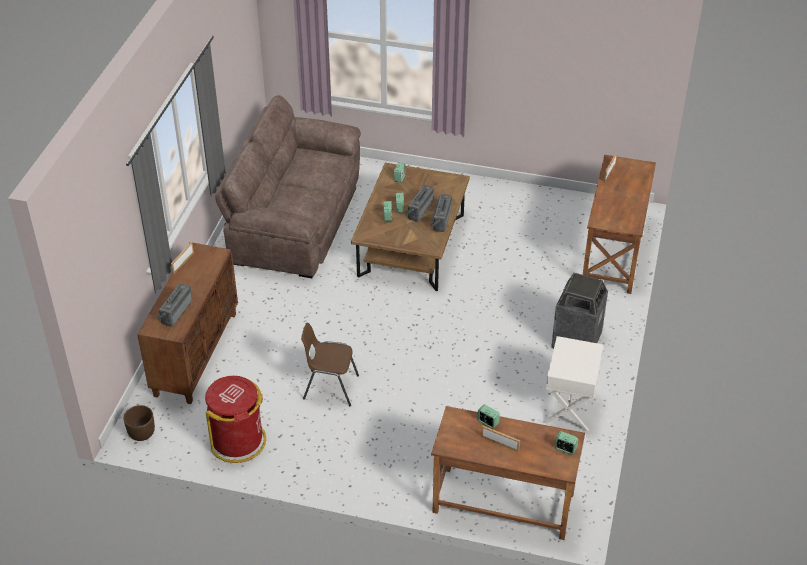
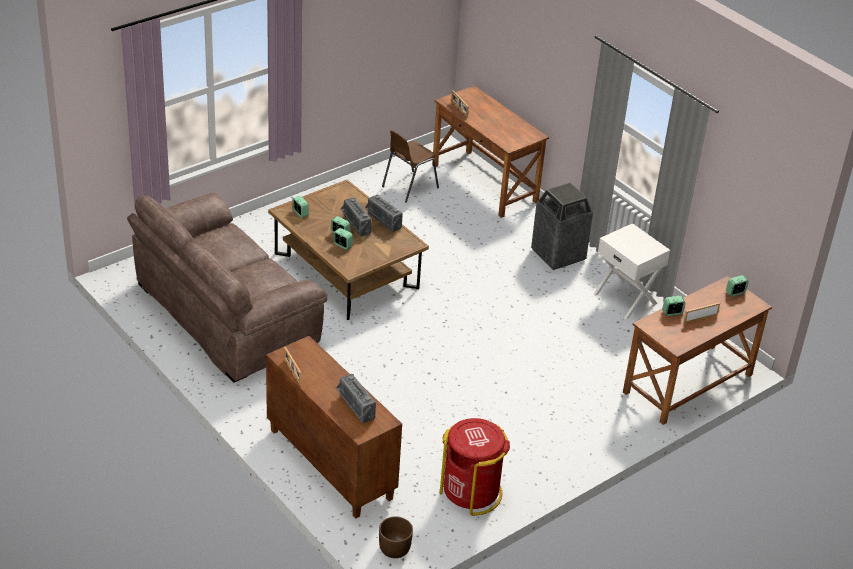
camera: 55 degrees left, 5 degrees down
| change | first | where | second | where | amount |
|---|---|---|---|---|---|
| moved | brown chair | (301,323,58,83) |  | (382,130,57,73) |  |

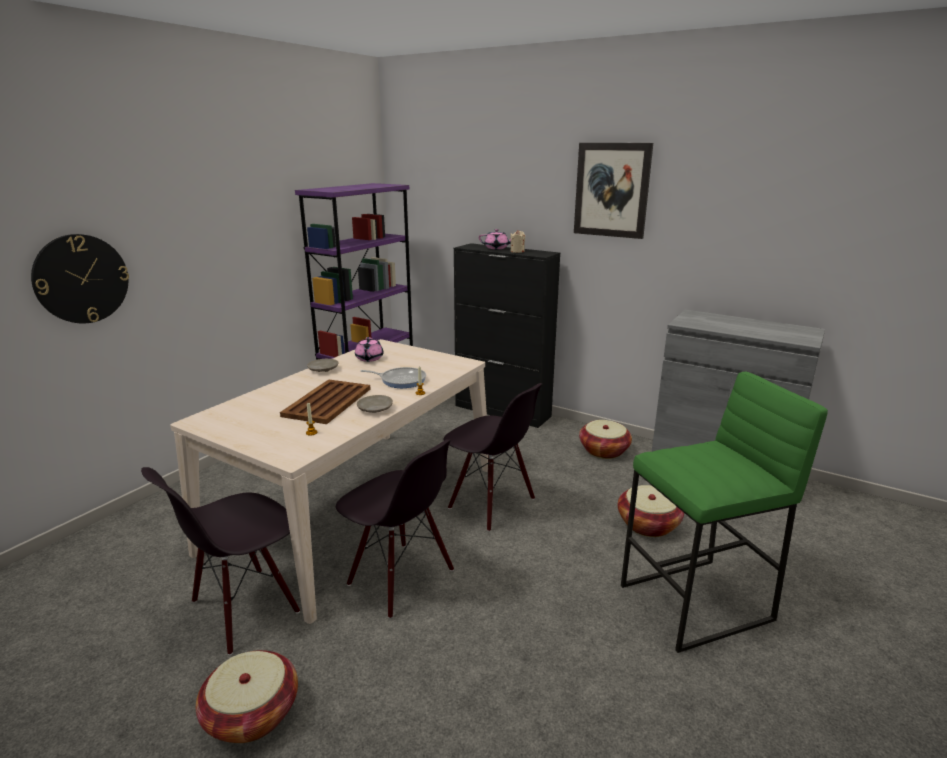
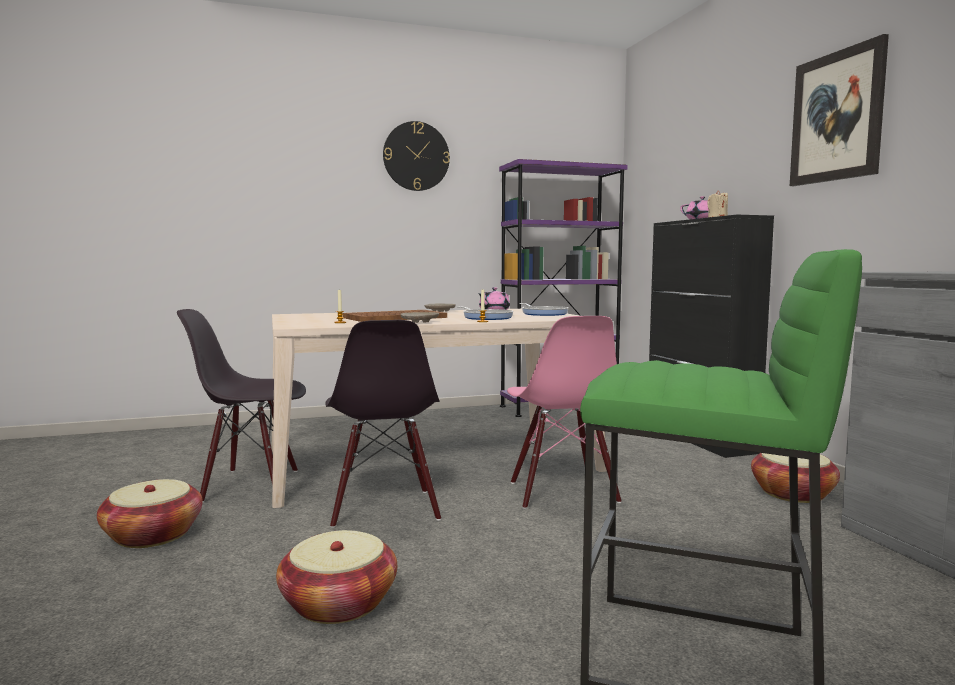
camera: 40 degrees right, 15 degrees down
| change | first | where | second | where | amount |
|---|---|---|---|---|---|
| added |  |  | frying pan | (519,303,50,13) |  |
| moved | wall clock | (31,234,98,89) |  | (383,121,67,70) |  |
| moved | basket | (618,485,66,52) |  | (276,530,121,94) |  |
| recoloured | black chair | (443,383,100,149) | pink chair | (507,316,114,193) |  |

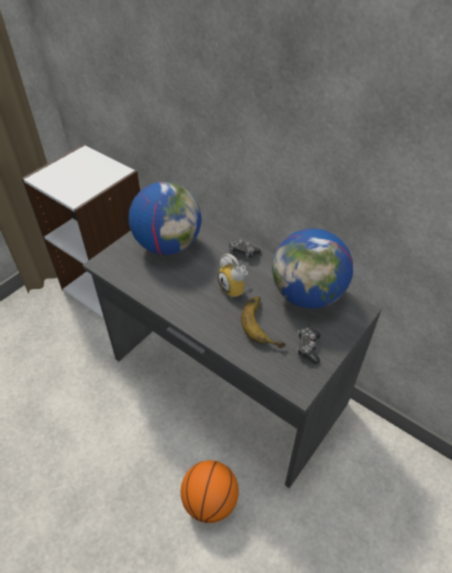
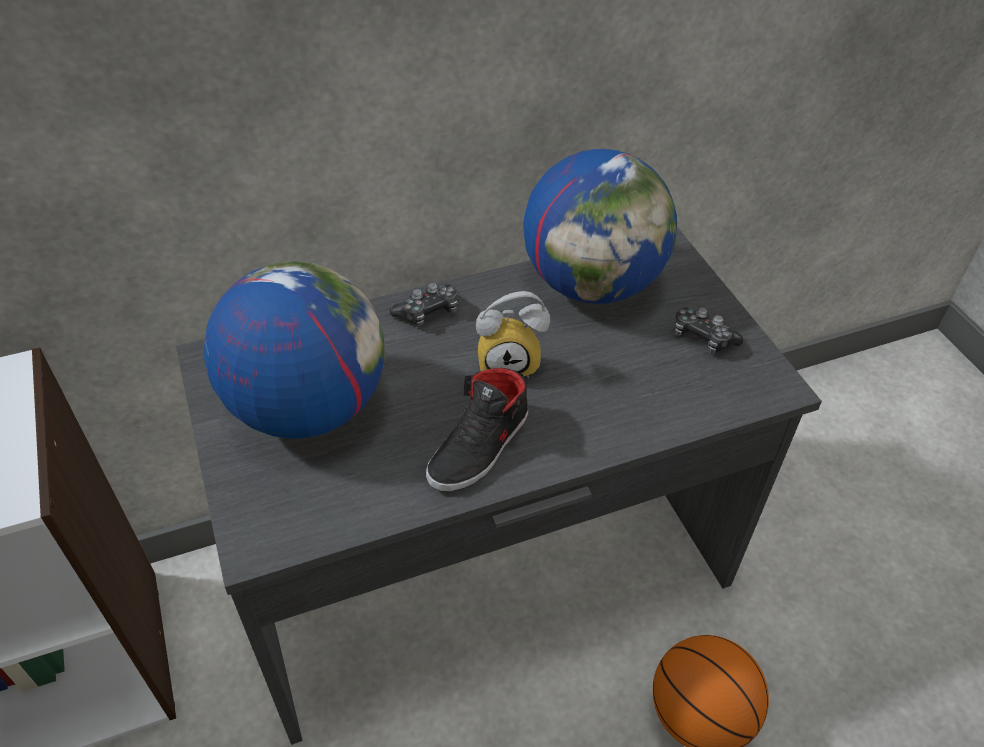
camera: 60 degrees left, 0 degrees up
| change | first | where | second | where | amount |
|---|---|---|---|---|---|
| removed | banana | (241,297,45,51) |  |  |  |
| added |  |  | black shoe | (426,368,102,123) |  |

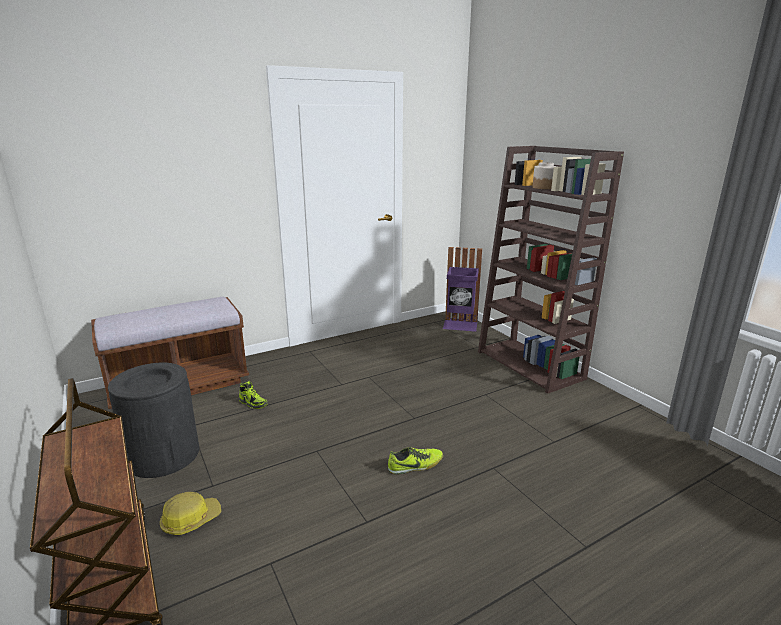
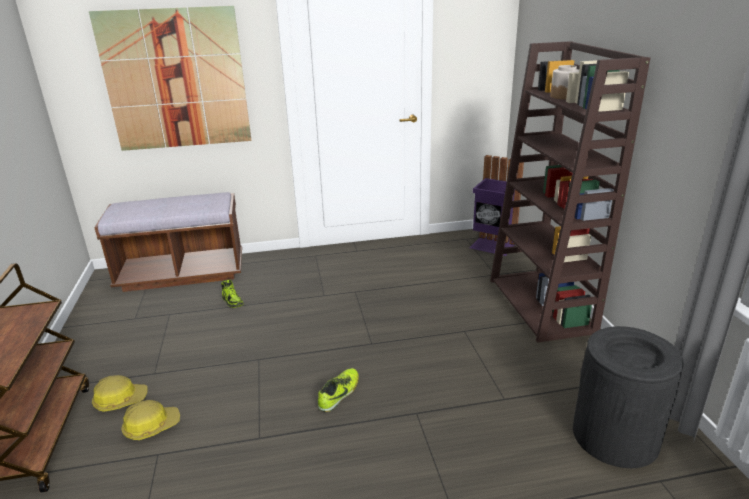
camera: 20 degrees right, 5 degrees up
| change | first | where | second | where | amount |
|---|---|---|---|---|---|
| added |  |  | picture | (89,6,163,145) |  |
| added |  |  | hard hat | (121,400,59,40) |  |
| moved | black trash can | (108,363,91,115) |  | (573,326,111,142) |  |
| turned | shoe | (388,447,55,28) |  | (318,368,41,44) | 60 degrees counterclockwise |

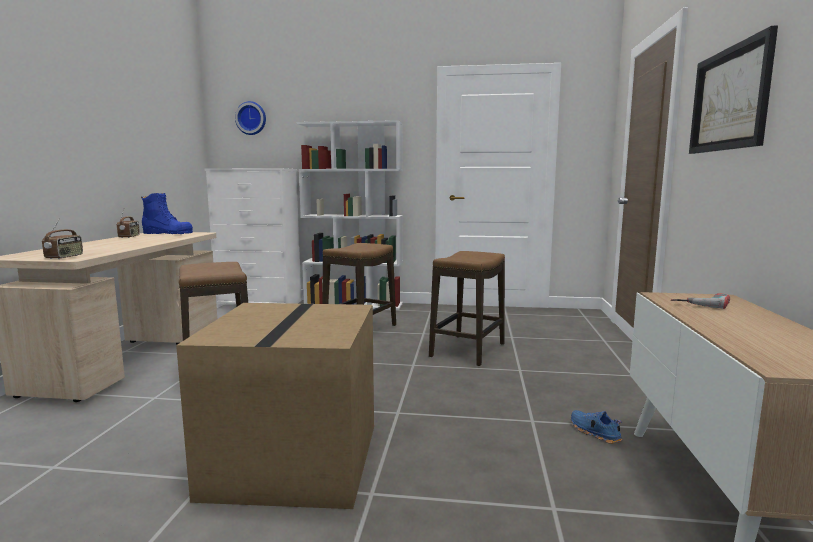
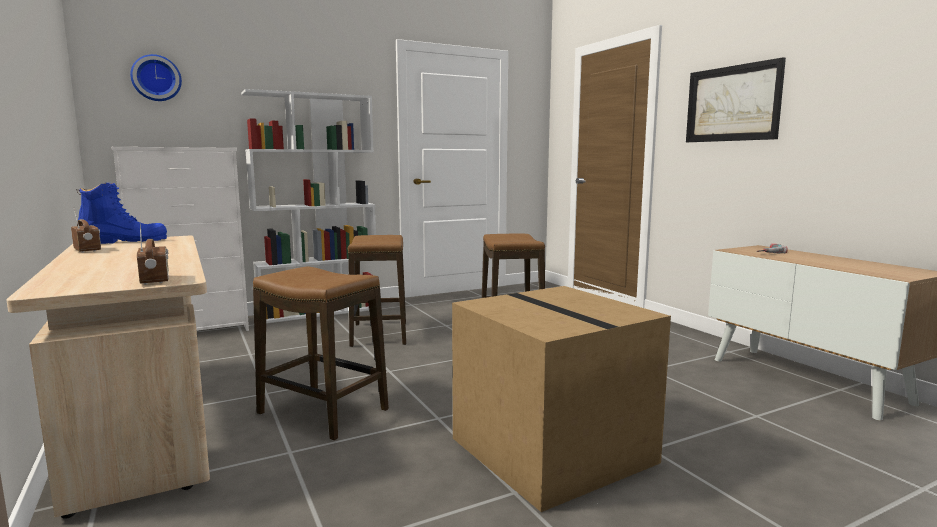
camera: 35 degrees left, 0 degrees up
| change | first | where | second | where | amount |
|---|---|---|---|---|---|
| removed | blue shoe | (571,410,51,34) |  |  |  |

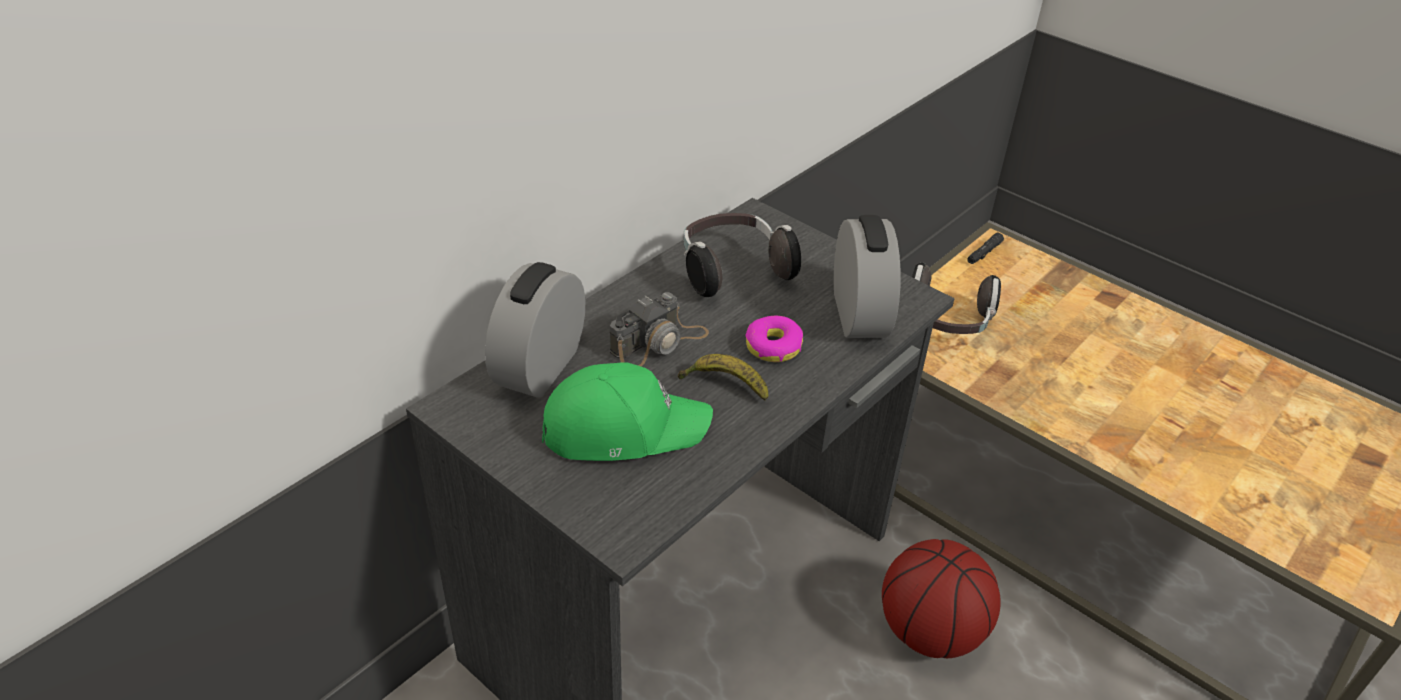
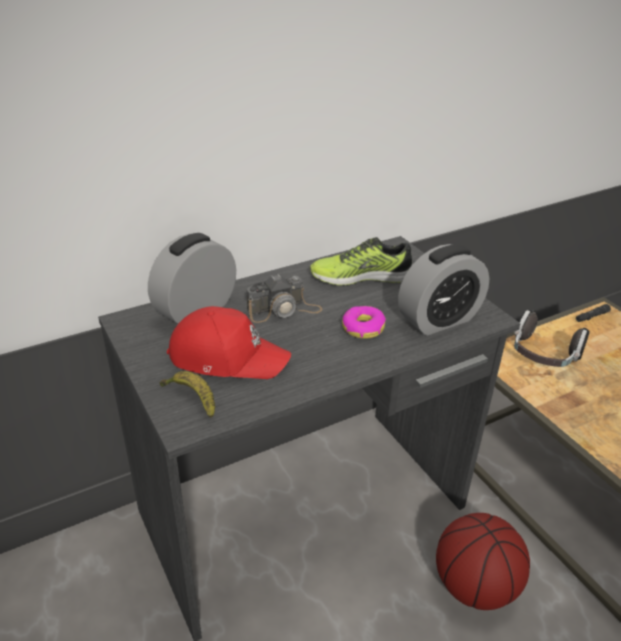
camera: 20 degrees right, 5 degrees down
| change | first | where | second | where | amount |
|---|---|---|---|---|---|
| moved | banana | (678,354,90,47) |  | (159,371,56,47) |  |
| replaced | headphones | (684,213,117,84) | shoe | (310,237,103,49) |  |
| recoloured | green cap | (542,362,171,99) | red cap | (167,306,124,73) |  |
| turned | alarm clock | (834,215,67,123) |  | (398,244,92,91) | 45 degrees clockwise |

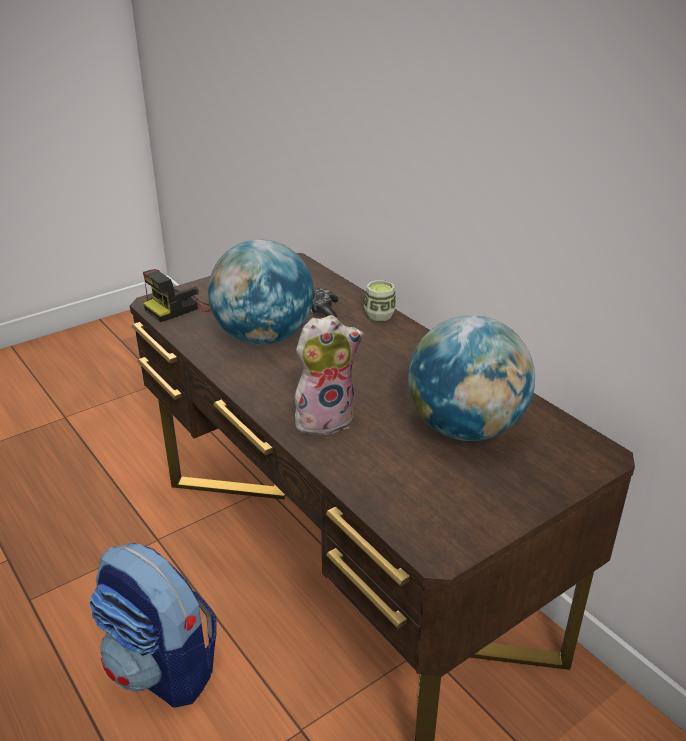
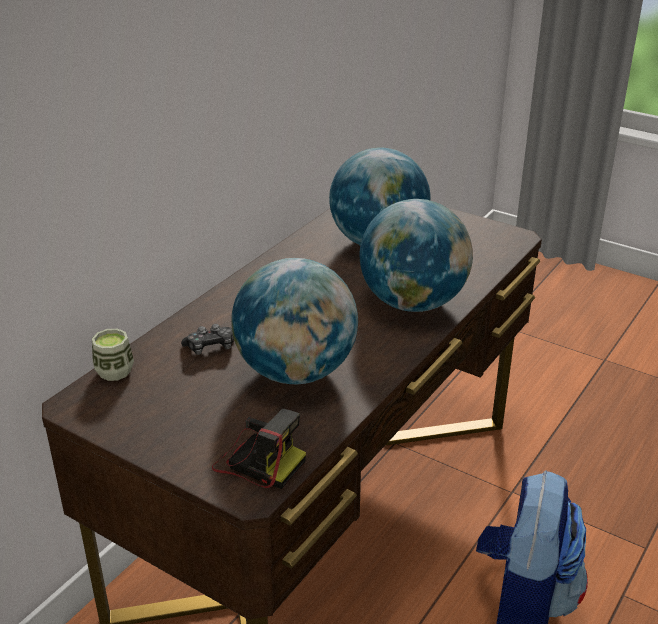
camera: 110 degrees left, 0 degrees up
| change | first | where | second | where | amount |
|---|---|---|---|---|---|
| moved | cup | (364,280,32,41) |  | (92,329,42,52) |  |
| replaced | plush toy | (295,315,69,123) | globe | (360,199,113,113) |  |

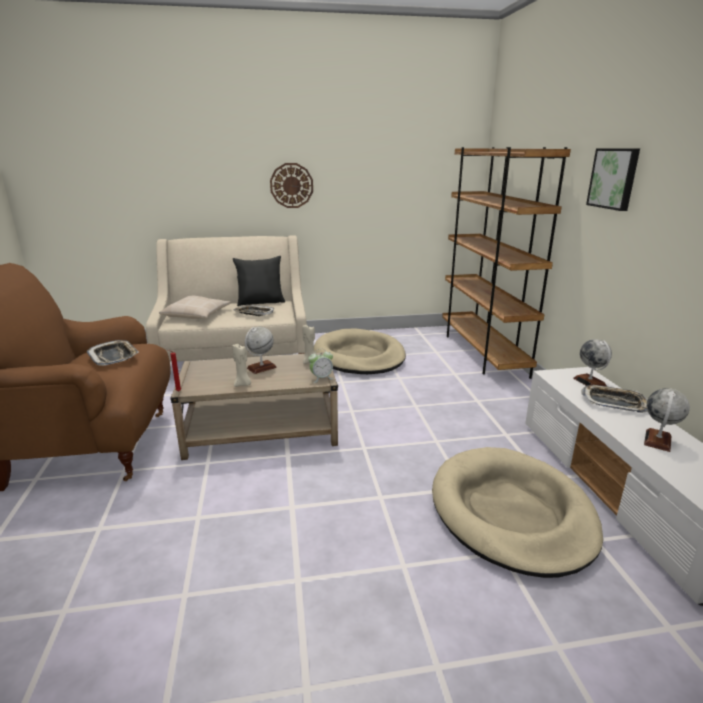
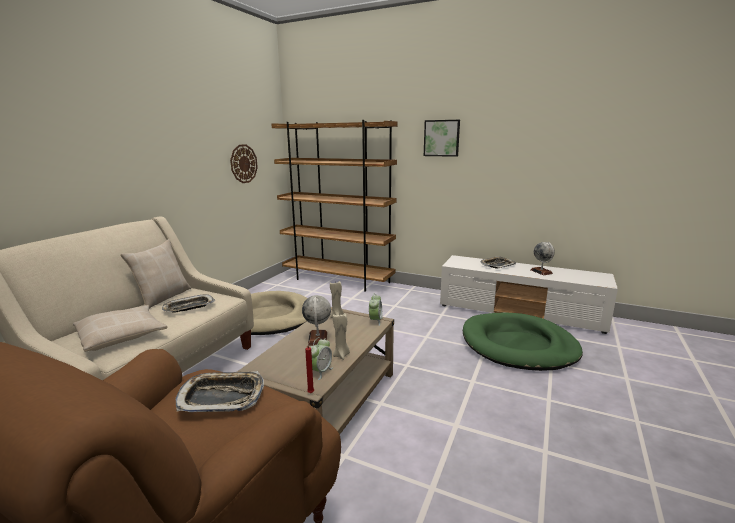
camera: 55 degrees left, 5 degrees down
| change | first | where | second | where | amount |
|---|---|---|---|---|---|
| removed | globe | (573,339,39,47) |  |  |  |
| added |  |  | alarm clock | (310,338,23,42) |  |
| moved | wall clock | (270,163,43,45) |  | (230,144,28,39) |  |
| recoloured | black pillow | (233,256,52,50) | beige pillow | (120,239,71,70) |  |
| recoloured | beige dog bed | (432,447,171,131) | green dog bed | (463,313,120,58) |  |

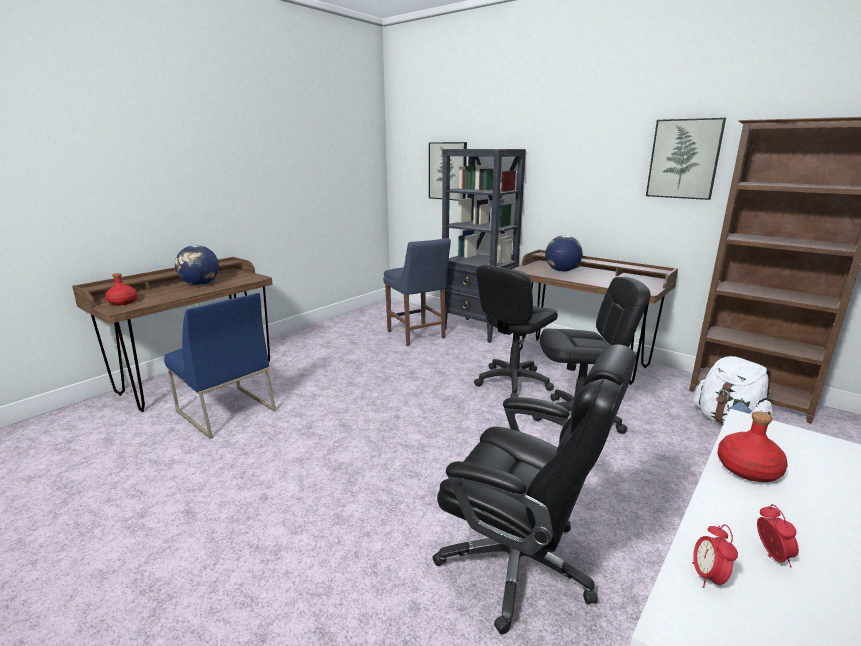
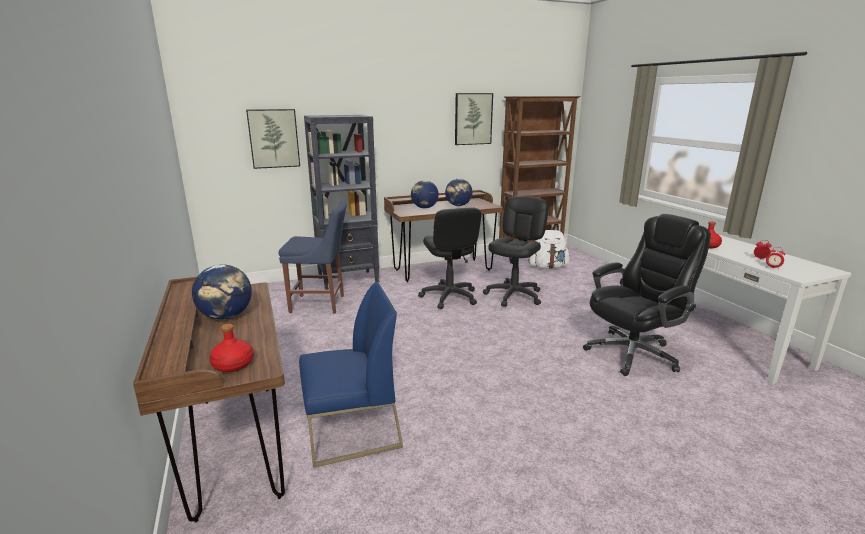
camera: 60 degrees left, 0 degrees up
| change | first | where | second | where | amount |
|---|---|---|---|---|---|
| added |  |  | globe | (445,179,27,27) |  |

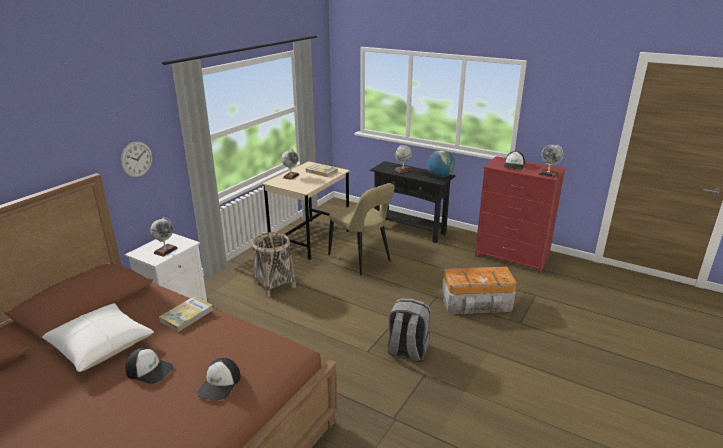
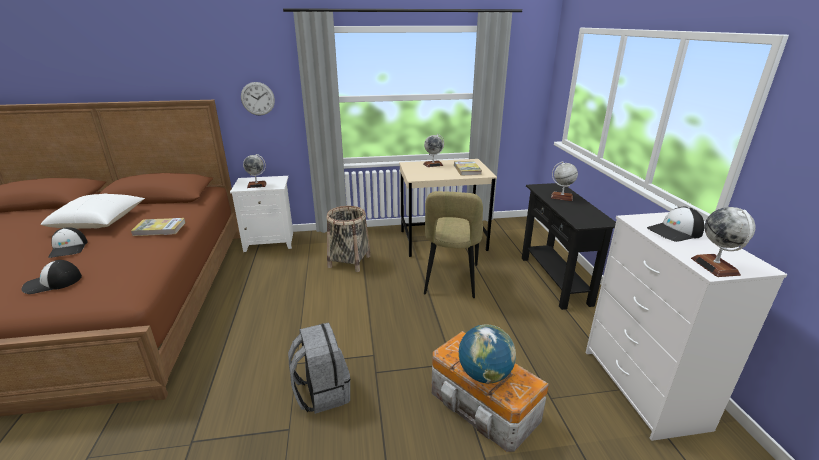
camera: 50 degrees right, 0 degrees up
| change | first | where | second | where | amount |
|---|---|---|---|---|---|
| moved | globe | (427,150,28,28) |  | (459,324,57,59) |  |
| recoloured | red dresser | (475,156,91,118) | white dresser | (586,212,201,229) |  |

